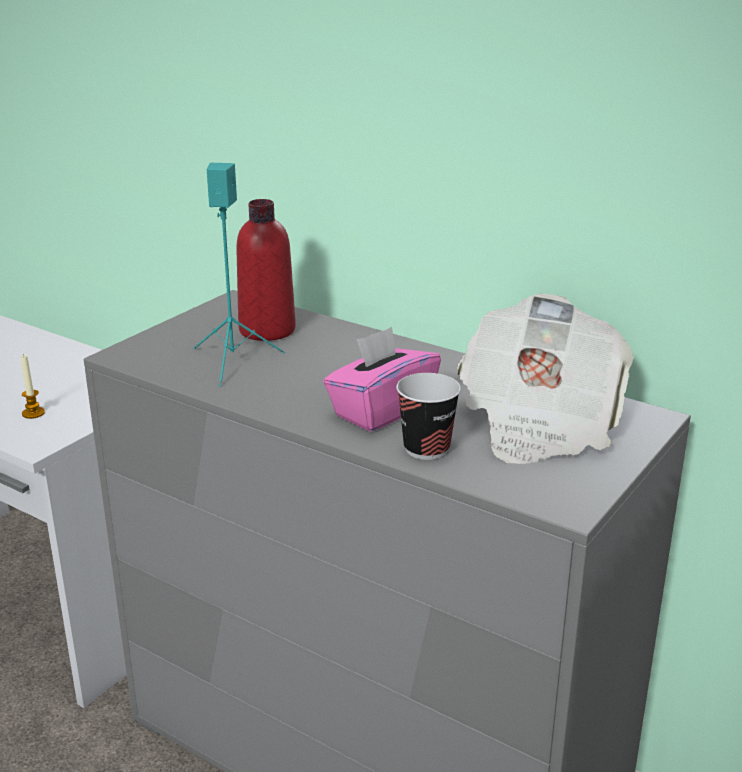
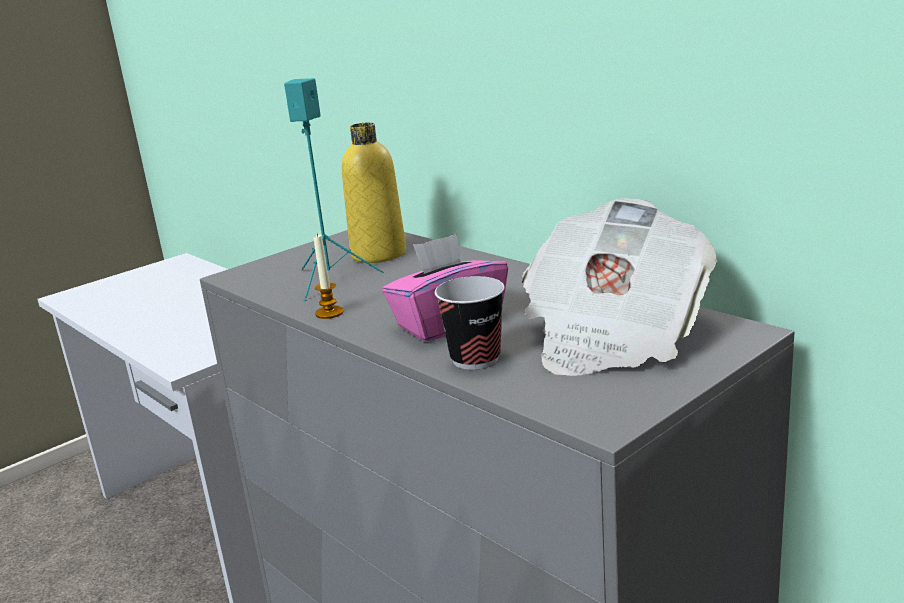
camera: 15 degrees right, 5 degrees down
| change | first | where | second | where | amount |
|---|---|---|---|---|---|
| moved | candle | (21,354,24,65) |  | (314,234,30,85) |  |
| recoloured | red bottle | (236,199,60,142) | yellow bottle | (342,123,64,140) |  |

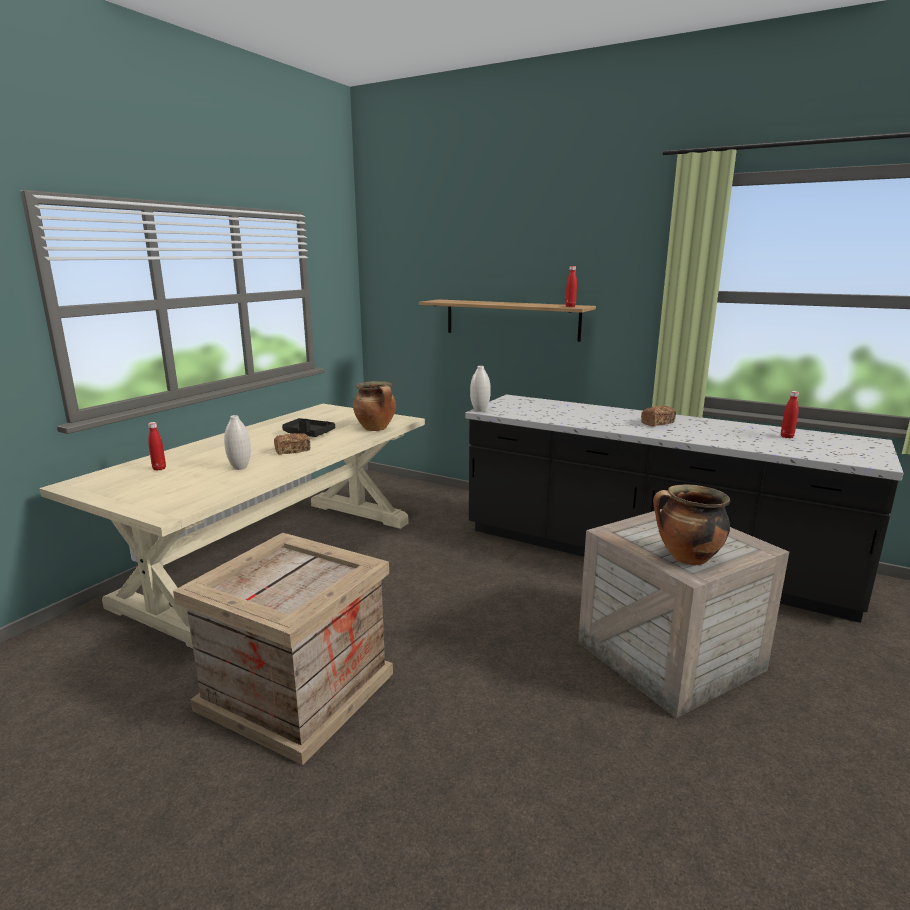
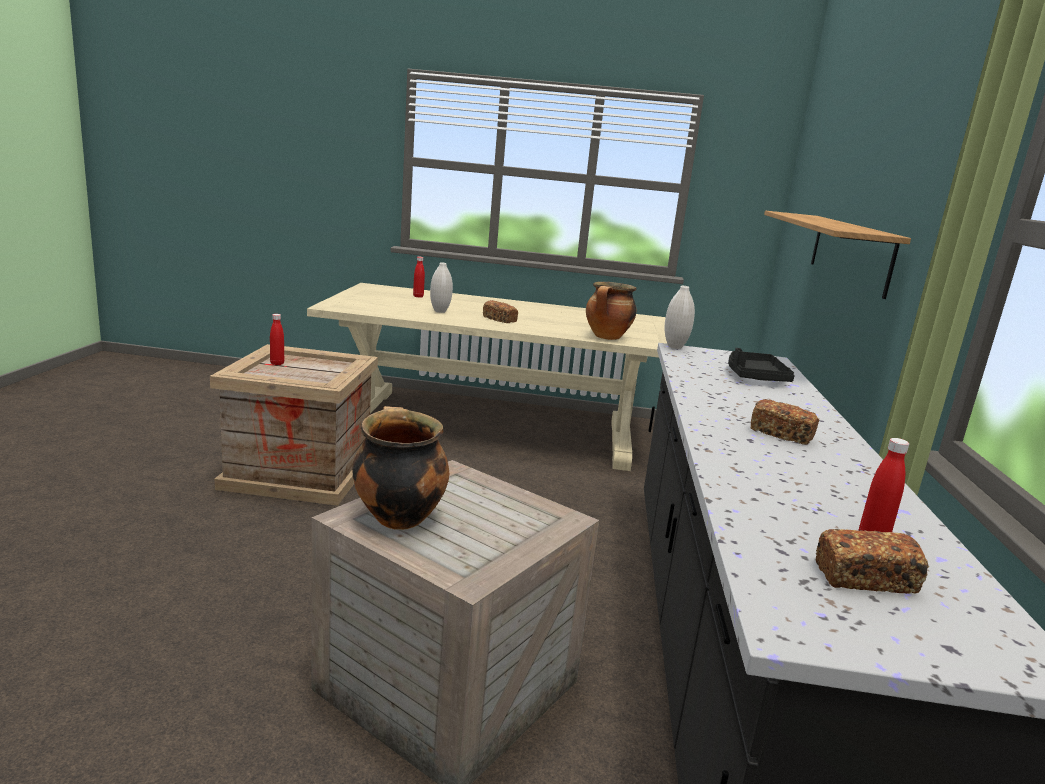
camera: 65 degrees right, 0 degrees up
| change | first | where | second | where | amount |
|---|---|---|---|---|---|
| added |  |  | bread | (816,529,113,65) |  |
| moved | black tray | (282,418,53,19) |  | (728,348,67,34) |  |
| moved | red bottle | (565,266,12,41) |  | (270,314,14,51) |  |

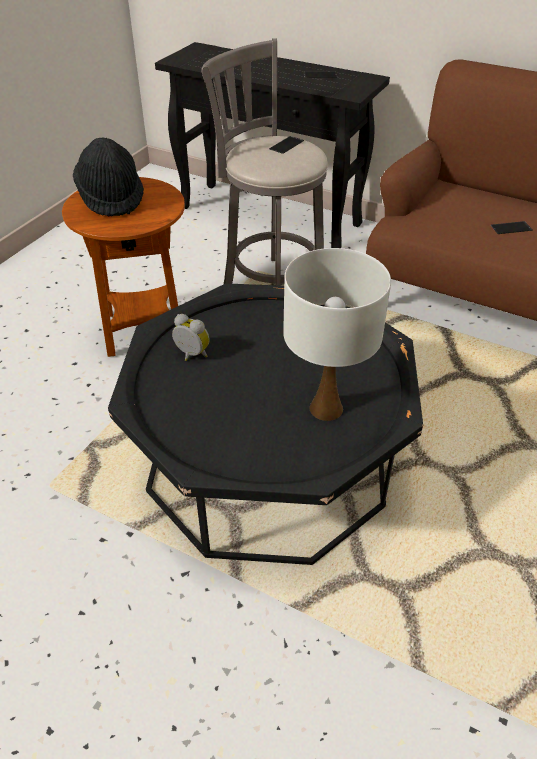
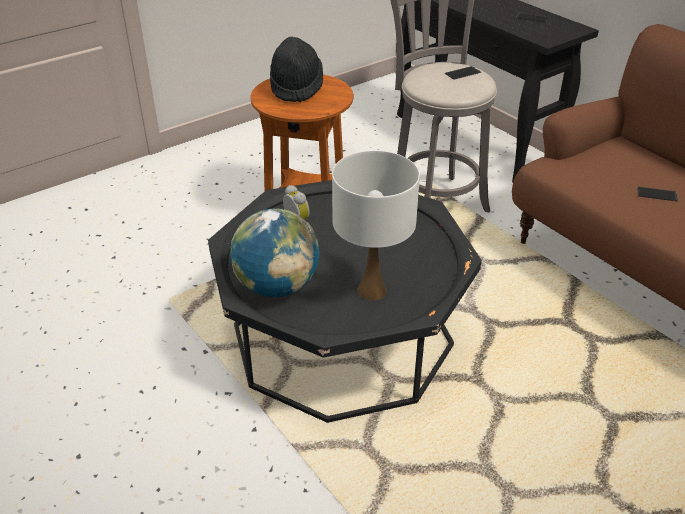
camera: 25 degrees right, 5 degrees down
| change | first | where | second | where | amount |
|---|---|---|---|---|---|
| added |  |  | globe | (230,208,90,89) |  |

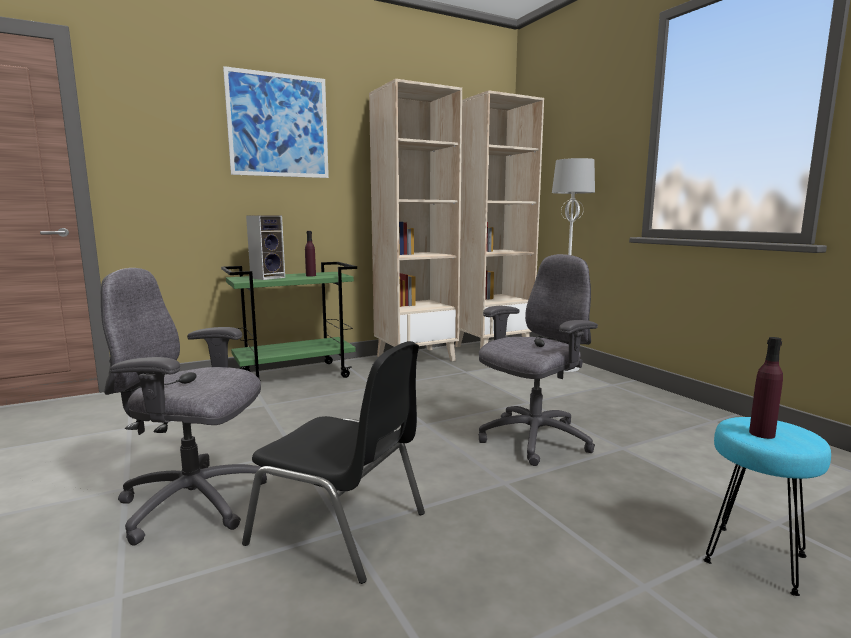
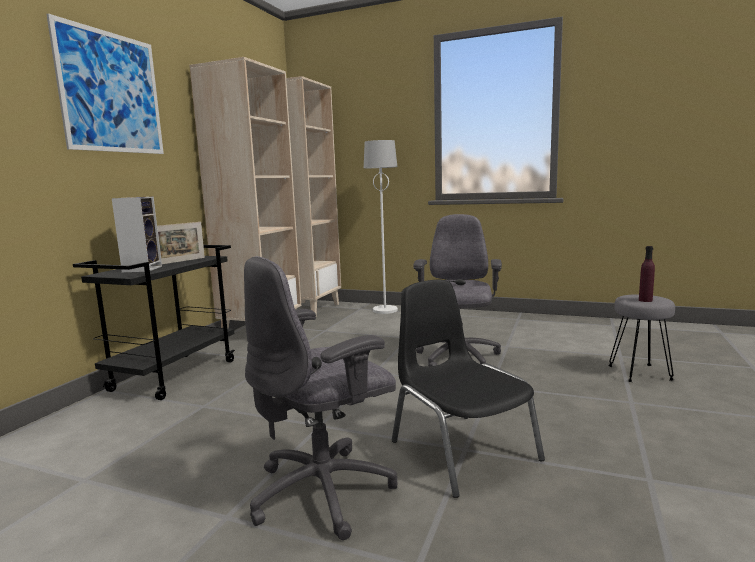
camera: 40 degrees left, 0 degrees up
| change | first | where | second | where | amount |
|---|---|---|---|---|---|
| replaced | purple bottle | (305,231,11,45) | picture frame | (157,222,48,42) |  |
| recoloured | green cart | (221,262,136,116) | black cart | (73,245,162,155) |  |
| recoloured | turquoise stool | (703,417,128,179) | grey stool | (608,294,67,88) |  |
| turned | black chair | (242,341,183,243) |  | (392,280,153,218) | 105 degrees counterclockwise |

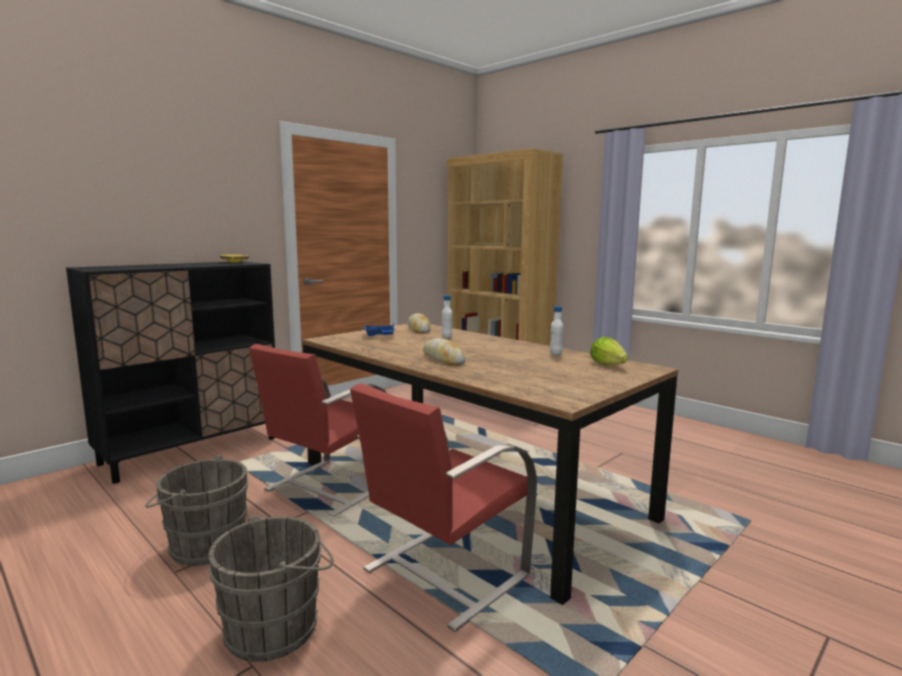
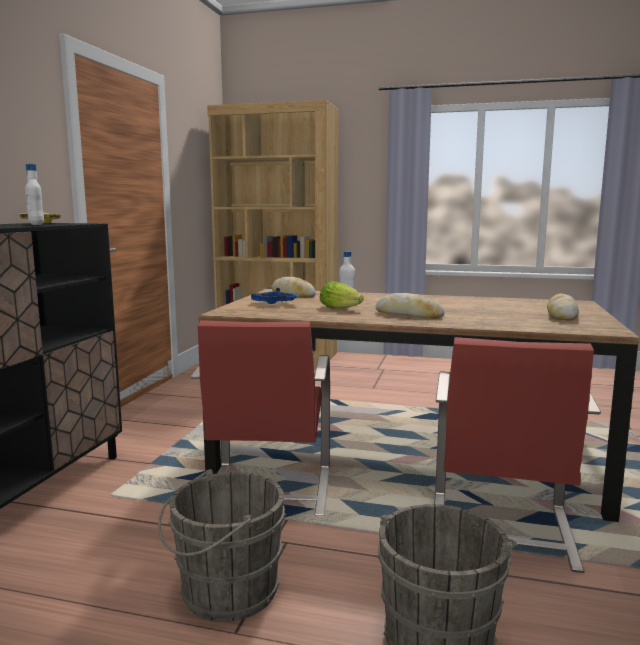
camera: 30 degrees left, 0 degrees up
| change | first | where | second | where | amount |
|---|---|---|---|---|---|
| added |  |  | bread | (547,294,32,27) |  |
| moved | white bottle | (550,306,13,50) |  | (25,164,19,61) |  |
| moved | lettuce | (590,336,38,29) |  | (320,281,44,28) |  |

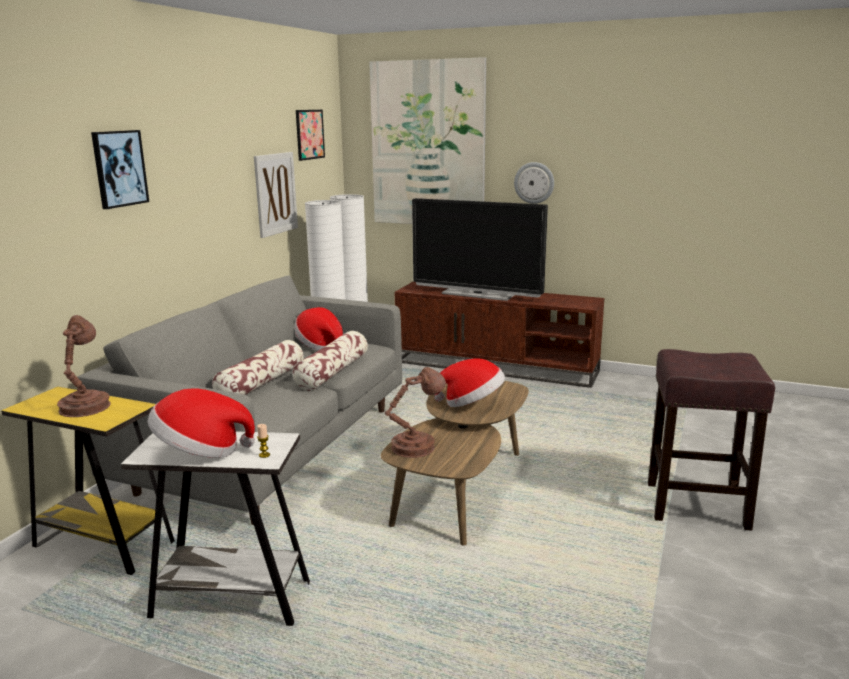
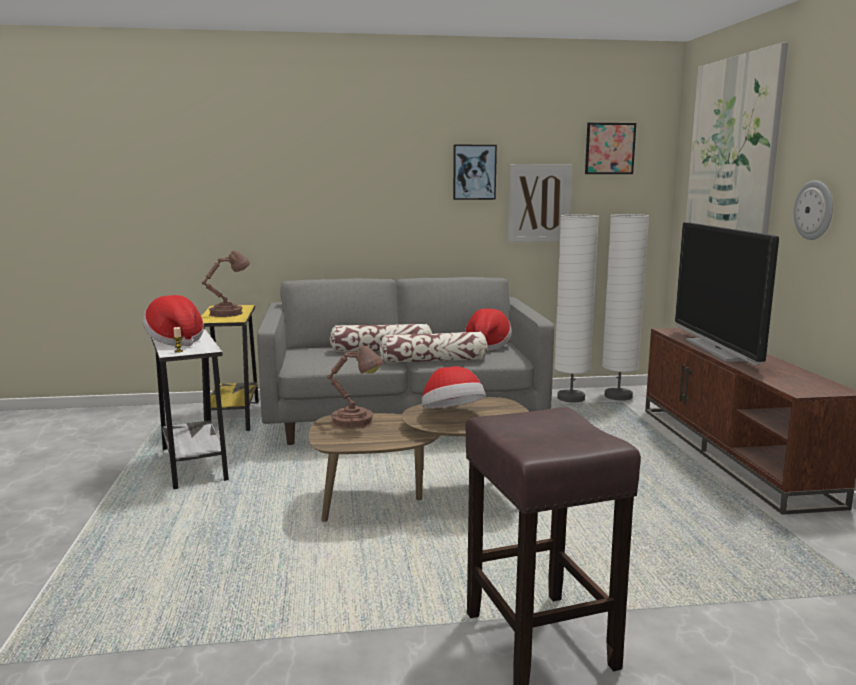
camera: 60 degrees right, 5 degrees down
| change | first | where | second | where | amount |
|---|---|---|---|---|---|
| moved | picture | (91,130,58,79) |  | (453,144,44,56) |  |

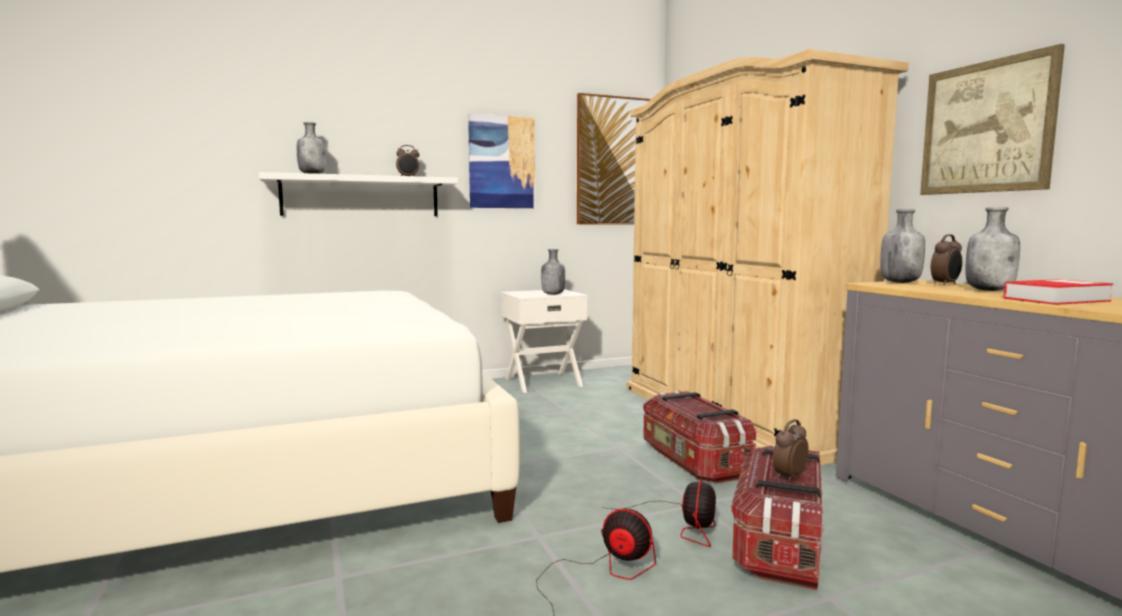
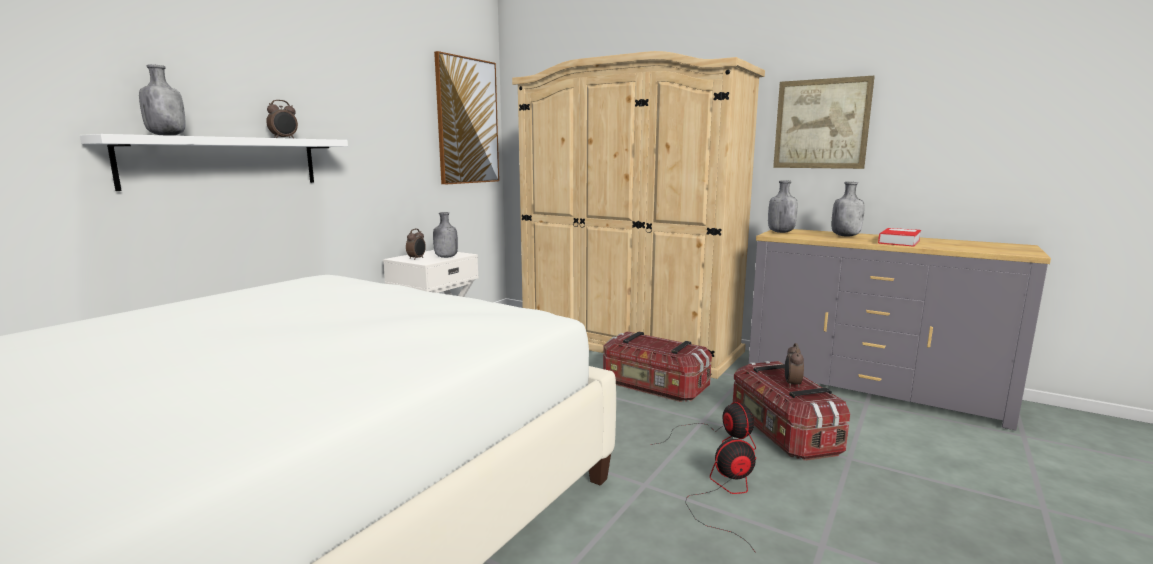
camera: 35 degrees left, 5 degrees up
| change | first | where | second | where | amount |
|---|---|---|---|---|---|
| removed | picture | (468,113,67,95) |  |  |  |
| moved | alarm clock | (931,234,31,51) |  | (406,229,20,31) |  |

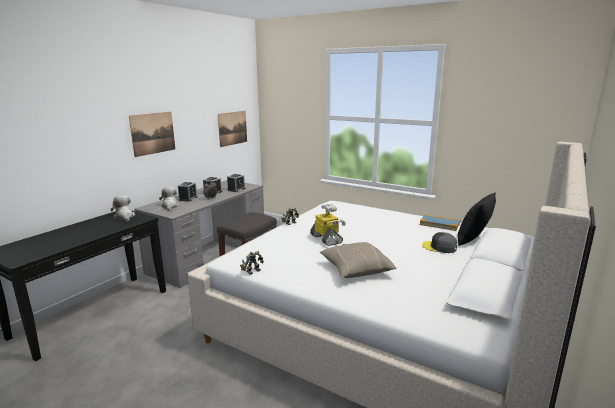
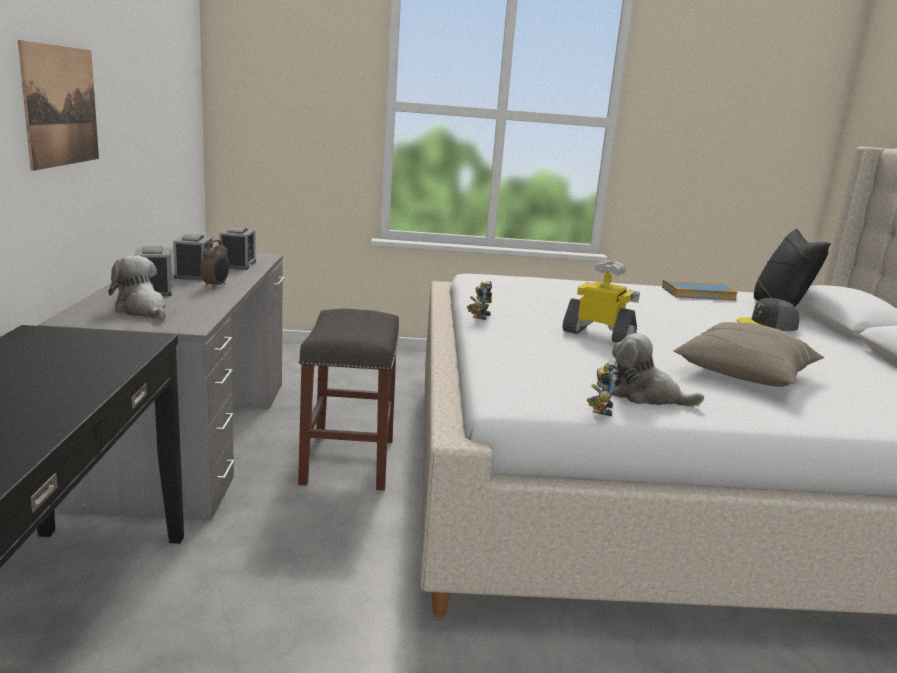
camera: 35 degrees left, 0 degrees up
| change | first | where | second | where | amount |
|---|---|---|---|---|---|
| removed | picture | (218,111,29,36) |  |  |  |
| moved | plush toy | (111,195,24,27) |  | (611,333,93,73) |  |

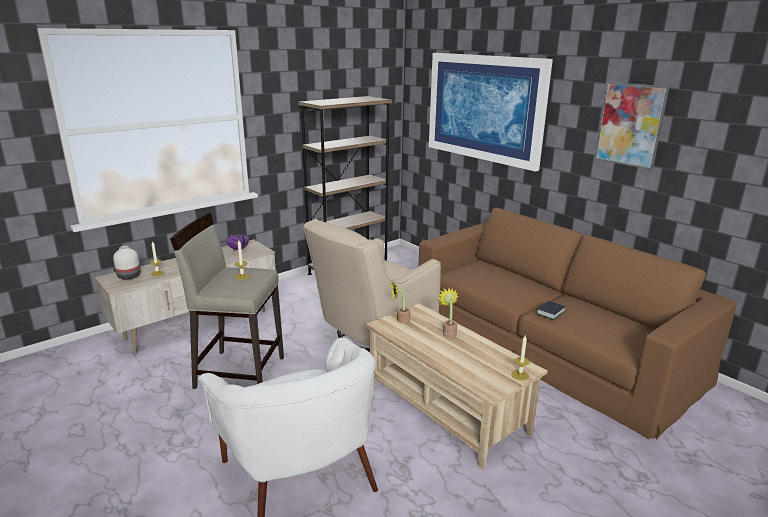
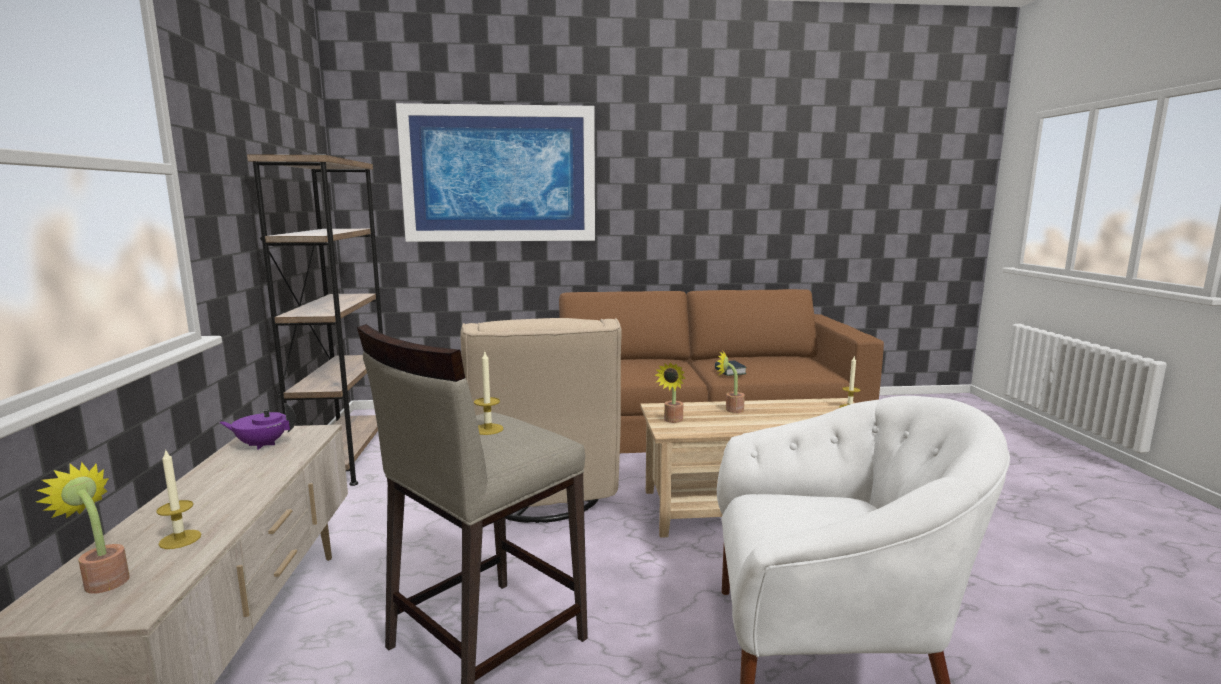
camera: 55 degrees left, 10 degrees down
| change | first | where | second | where | amount |
|---|---|---|---|---|---|
| removed | picture | (595,82,75,88) |  |  |  |
| replaced | white vase | (113,246,27,34) | potted plant | (36,462,94,132) |  |

